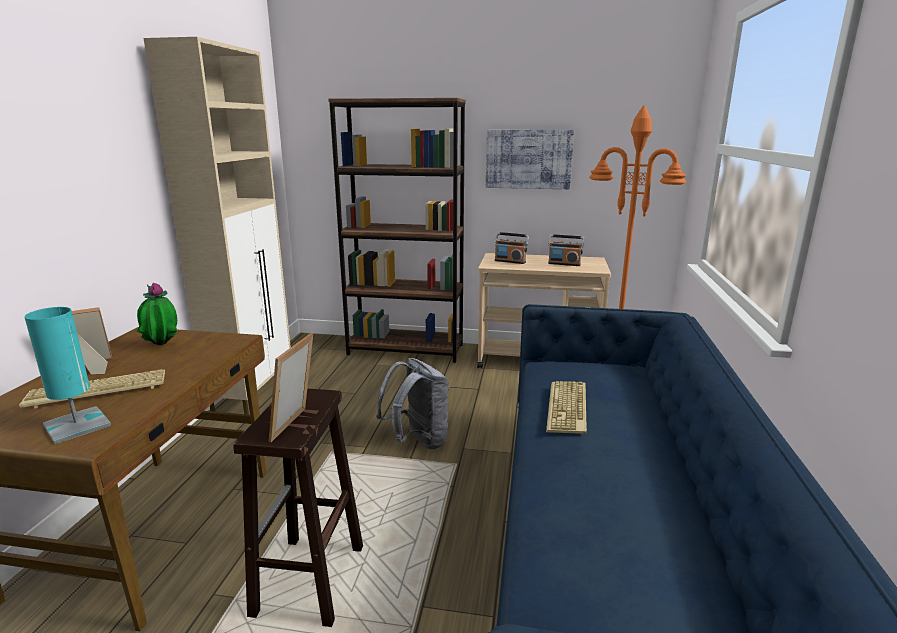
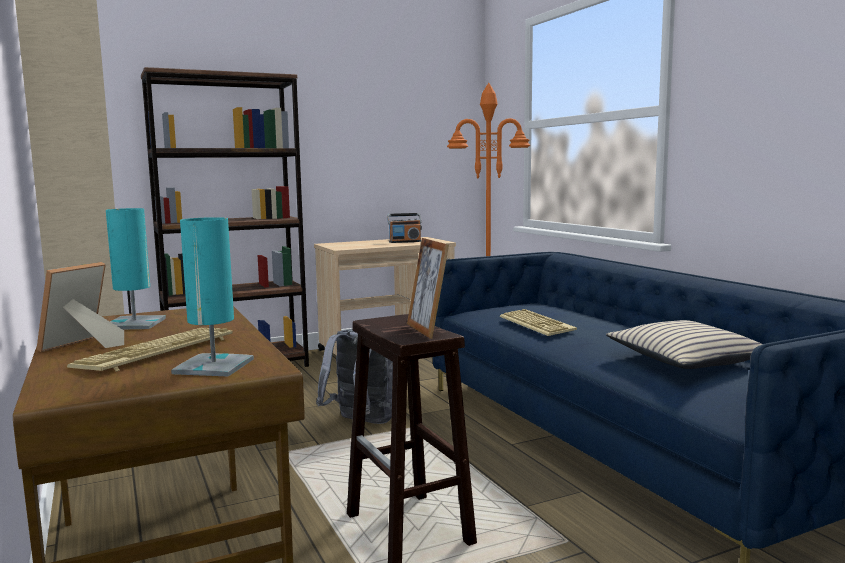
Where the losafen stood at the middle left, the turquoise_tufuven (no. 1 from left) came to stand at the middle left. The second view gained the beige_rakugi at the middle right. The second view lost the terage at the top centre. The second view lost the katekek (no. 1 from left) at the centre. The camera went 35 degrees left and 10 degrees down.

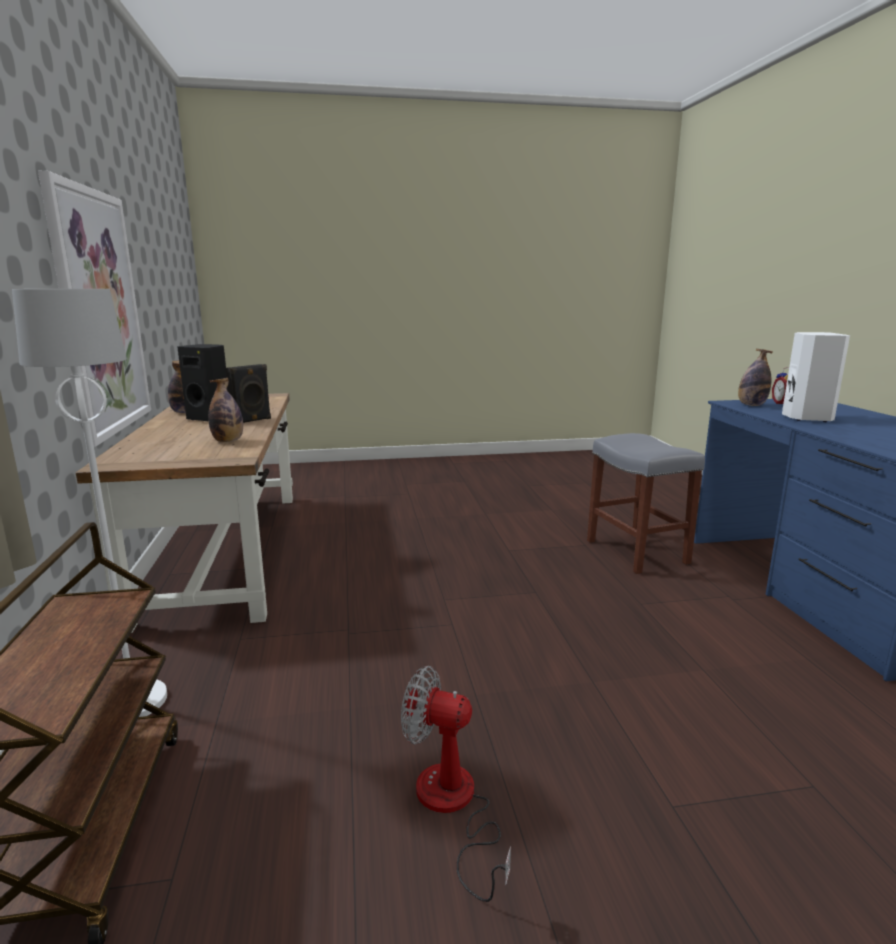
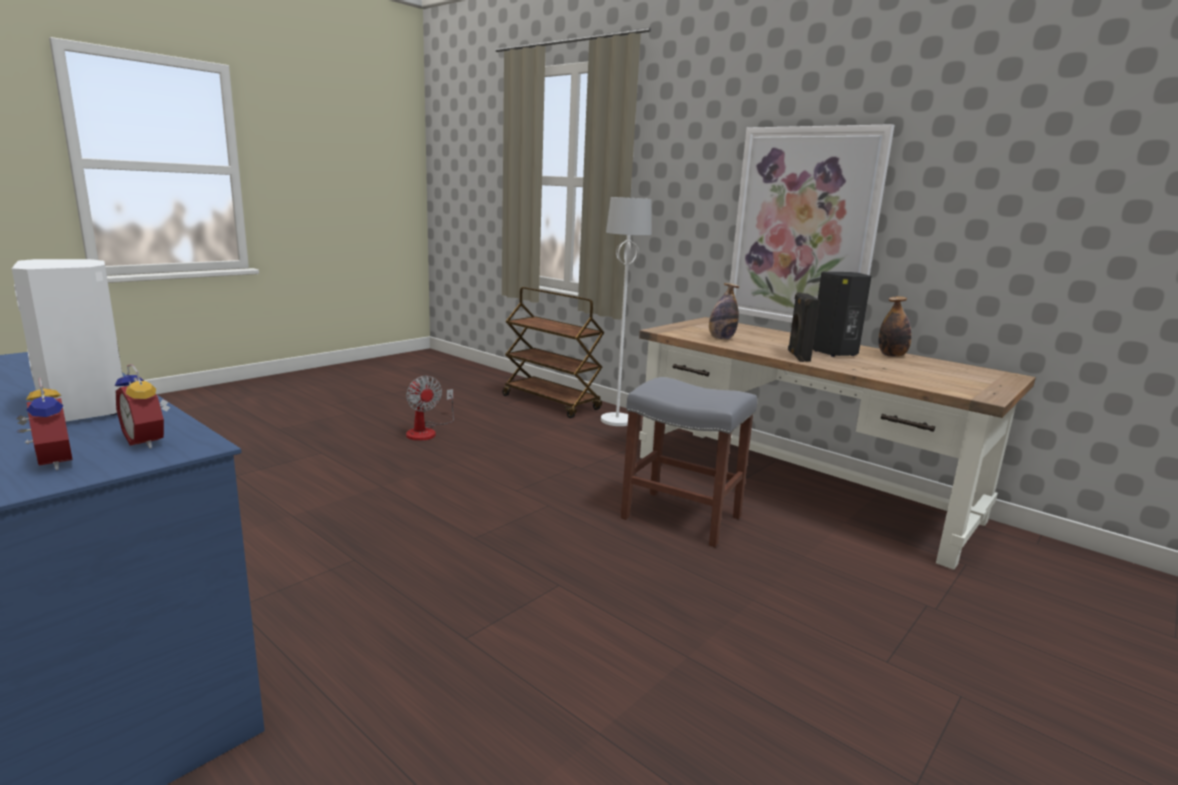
Where the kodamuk (no. 3 from left) stood at the middle right, the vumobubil (no. 2 from left) came to stand at the middle left. The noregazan at the bottom centre ended up facing another way, 75 degrees clockwise from before. The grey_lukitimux ended up elsewhere, having gone from the middle right to the centre. The camera went 140 degrees right and 0 degrees up.

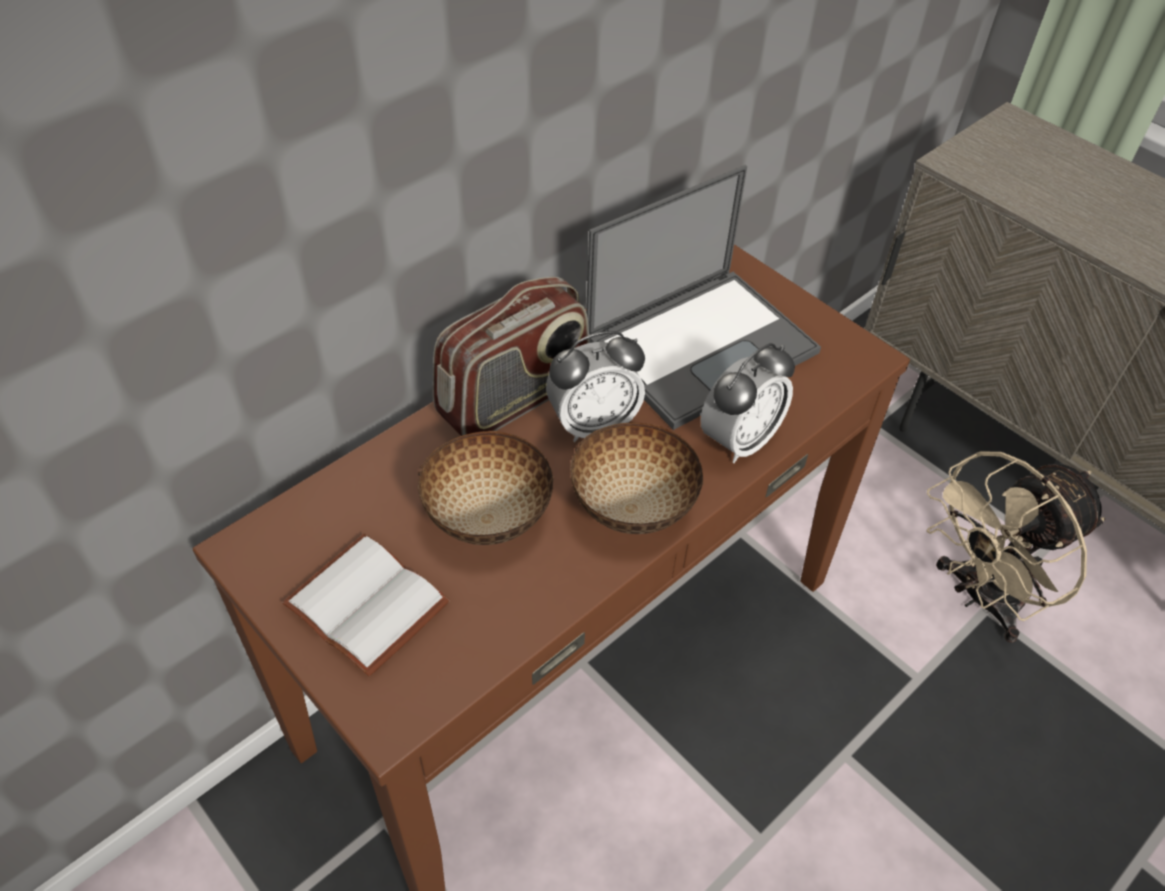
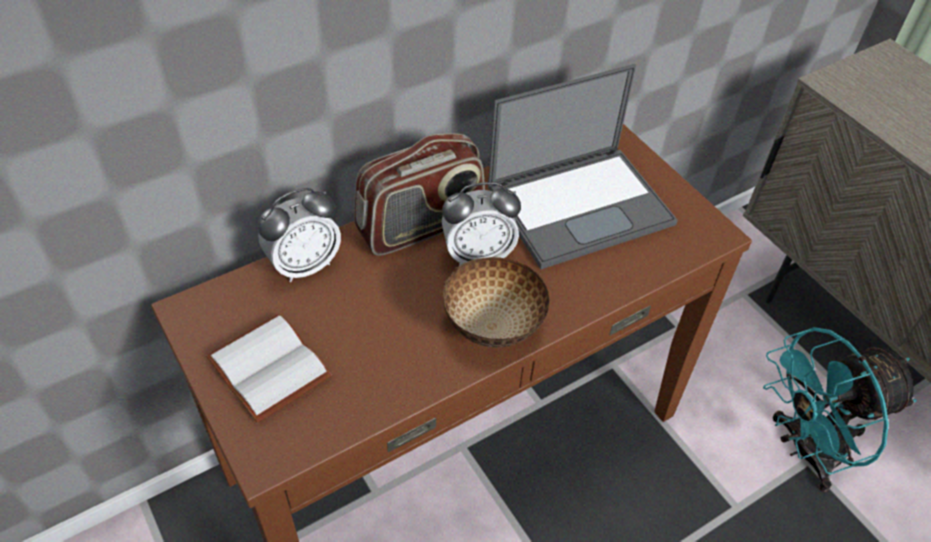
The vumobubil (no. 2 from left in the first image) ended up elsewhere, having gone from the centre to the middle left. What was the beige_noregazan at the middle right turned into the turquoise_noregazan at the bottom right. The second view lost the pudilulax (no. 1 from left) at the centre. The camera went 10 degrees right and 0 degrees up.

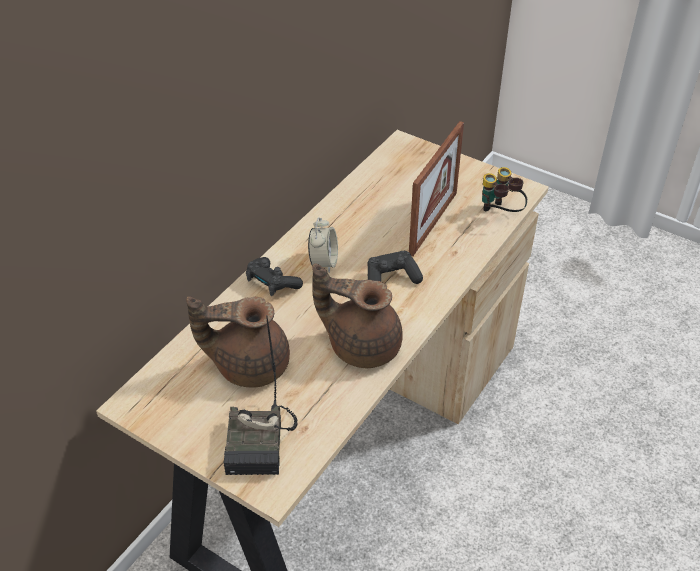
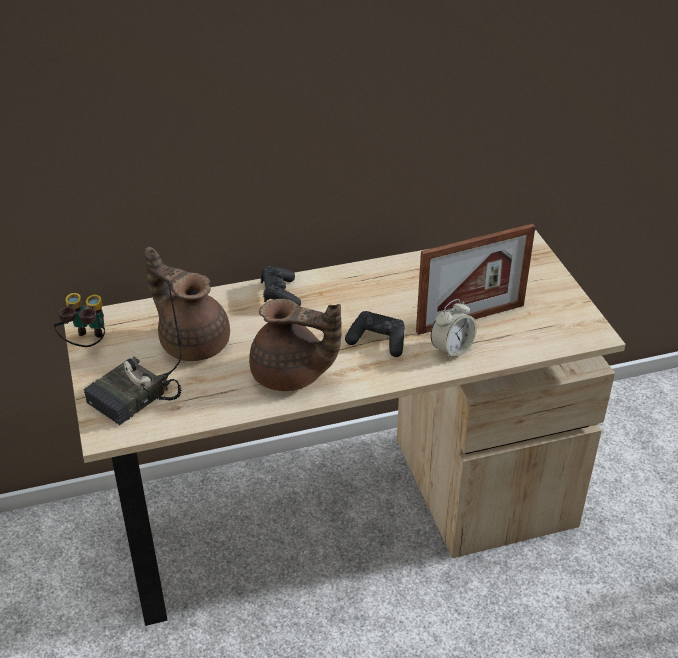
The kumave ended up elsewhere, having gone from the top right to the middle left. The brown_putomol (no. 2 from left) at the centre ended up facing another way, 135 degrees clockwise from before. The vumobubil ended up elsewhere, having gone from the centre to the middle right. The camera went 40 degrees right and 5 degrees down.

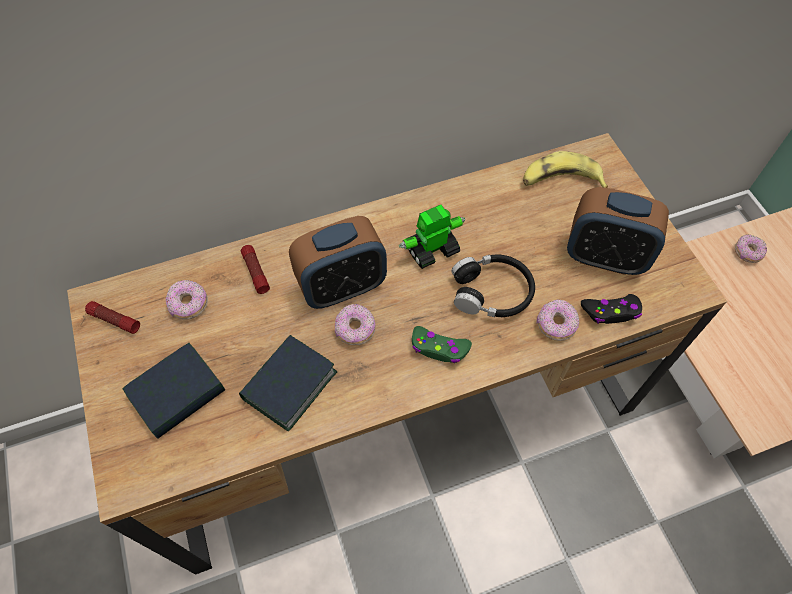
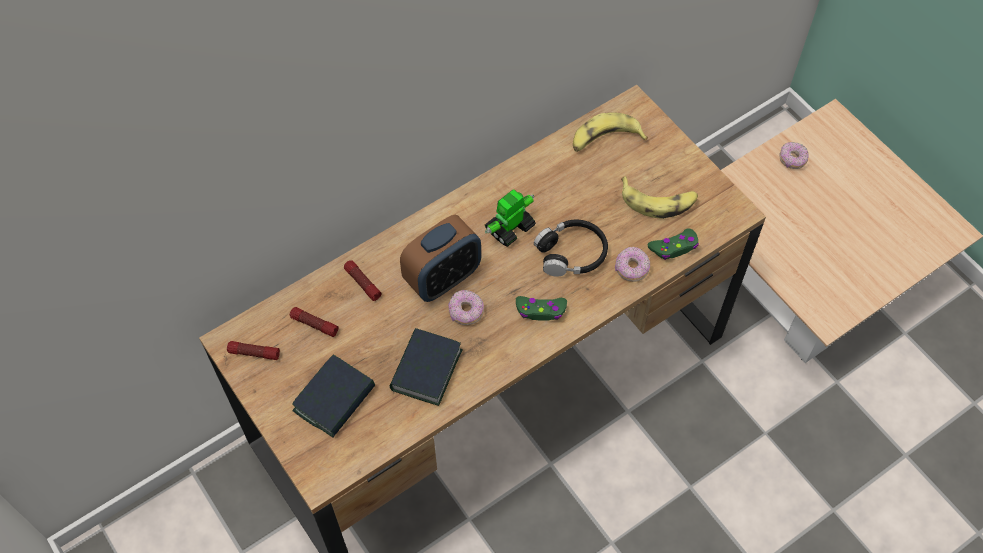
Where the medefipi (no. 1 from left) stood at the middle left, the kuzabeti (no. 2 from left) came to stand at the middle left. Where the vumobubil (no. 2 from left) stood at the middle right, the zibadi (no. 2 from left) came to stand at the middle right. What was the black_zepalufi at the middle right turned into the green_zepalufi (no. 2 from left) at the middle right. The camera went 15 degrees left and 0 degrees up.

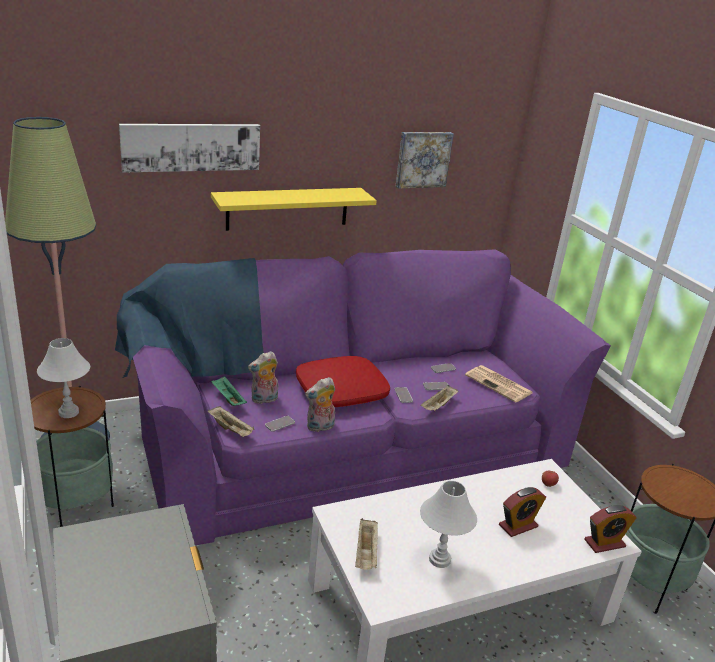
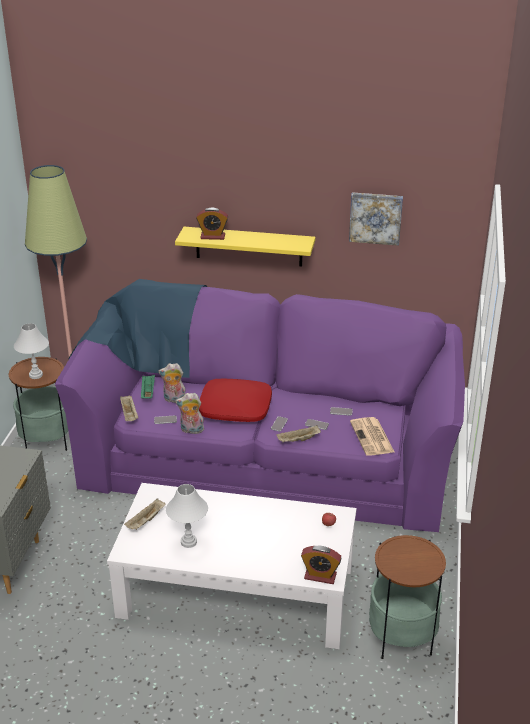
The vumobubil (no. 1 from left) ended up elsewhere, having gone from the bottom right to the top centre. The second view lost the terage (no. 1 from left) at the top left. The camera went 35 degrees right and 5 degrees up.

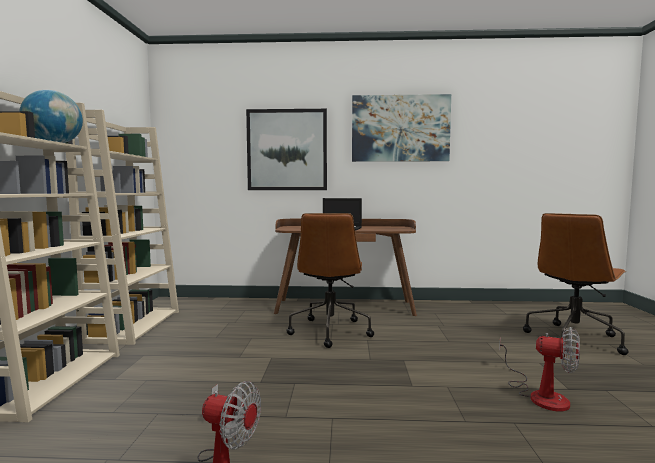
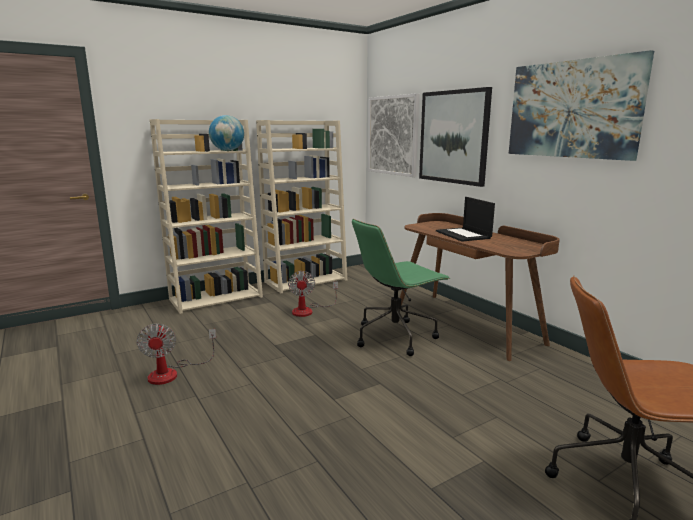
The noregazan (no. 2 from left) ended up elsewhere, having gone from the bottom right to the centre. What was the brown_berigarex (no. 1 from left) at the centre turned into the green_berigarex at the centre. The second view gained the terage (no. 1 from left) at the top centre. The camera went 55 degrees right and 10 degrees up.

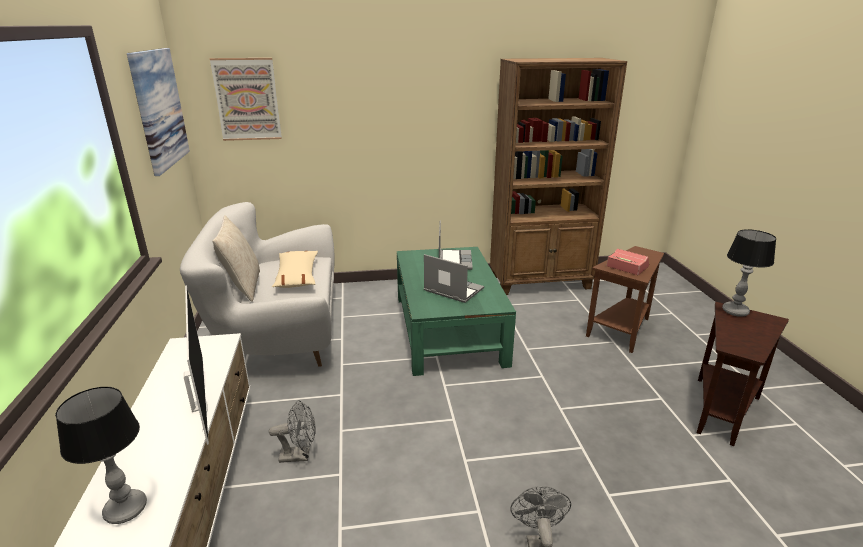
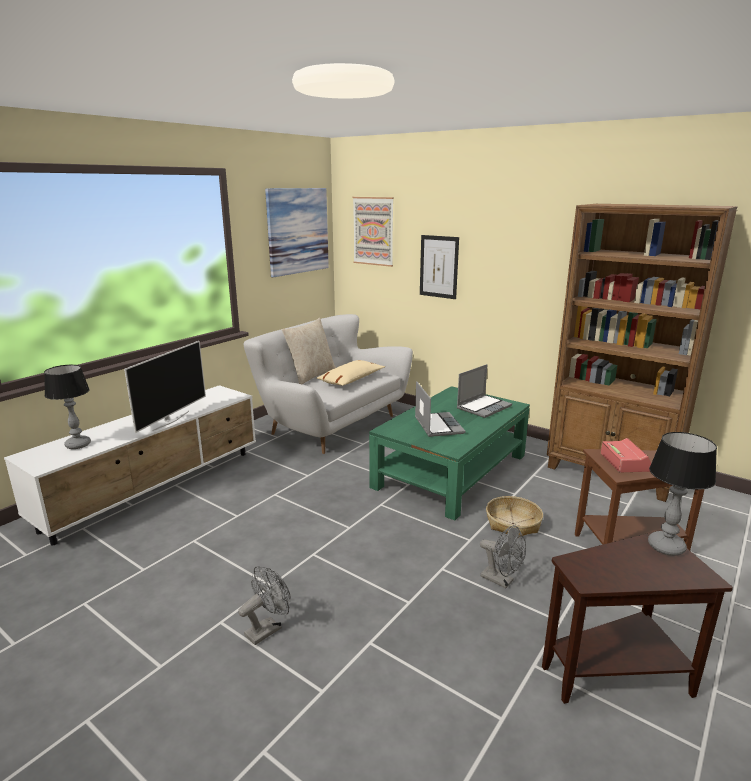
The second view gained the terage (no. 3 from left) at the centre. The grey_noregazan (no. 1 from left in the first image) ended up elsewhere, having gone from the bottom centre to the bottom right. The second view gained the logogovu at the middle right. The camera went 45 degrees right and 5 degrees down.

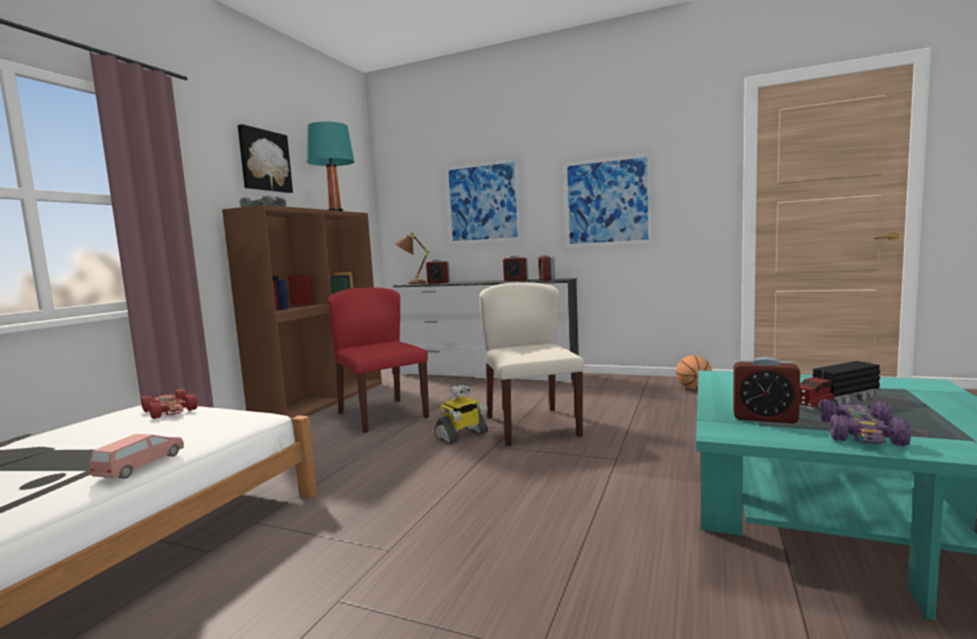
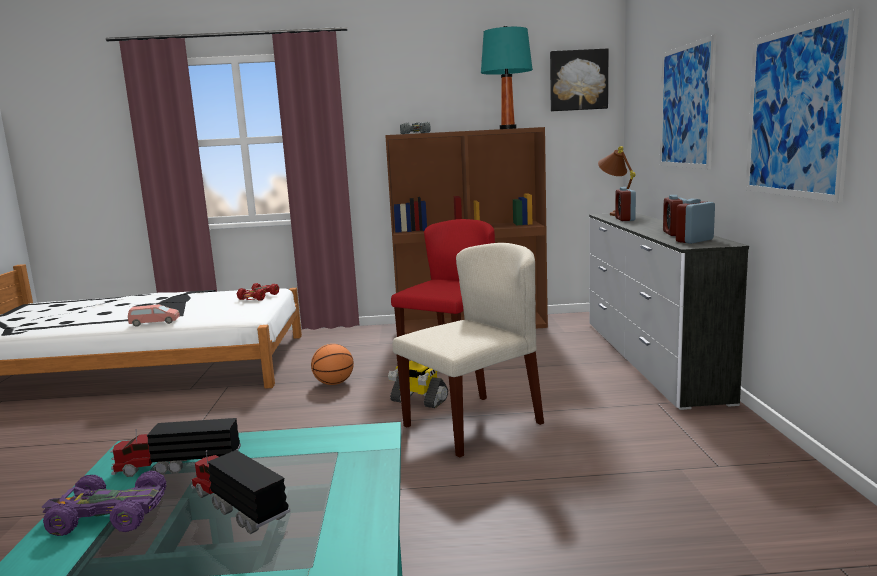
Where the vumobubil (no. 4 from left) stood at the middle right, the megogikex (no. 1 from left) came to stand at the bottom left. The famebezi ended up elsewhere, having gone from the middle right to the centre. The terage (no. 1 from left) ended up elsewhere, having gone from the top left to the top centre. The camera went 65 degrees right and 5 degrees up.

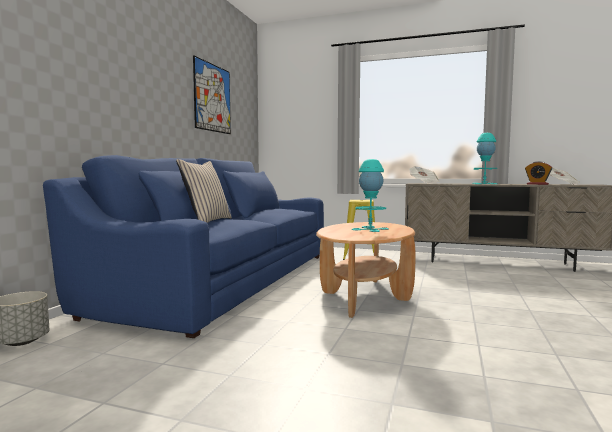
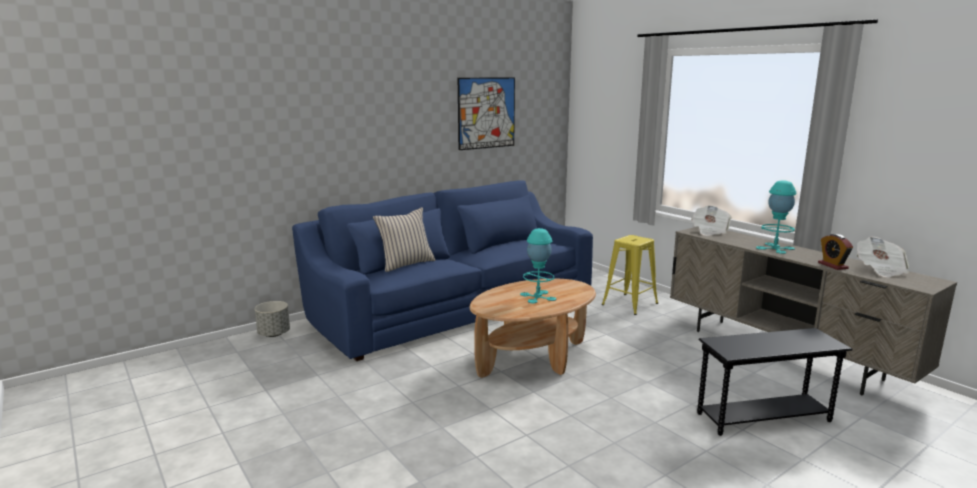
The second view gained the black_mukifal at the bottom right. The camera went 35 degrees right and 10 degrees up.

